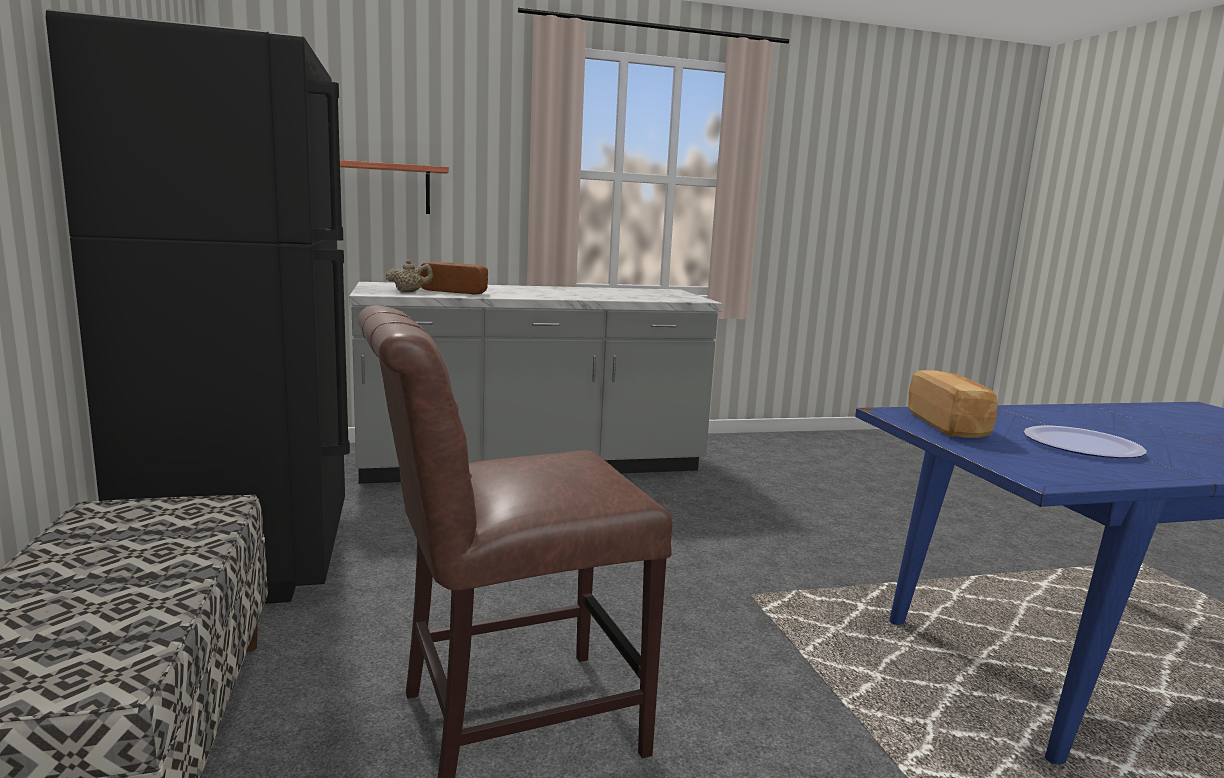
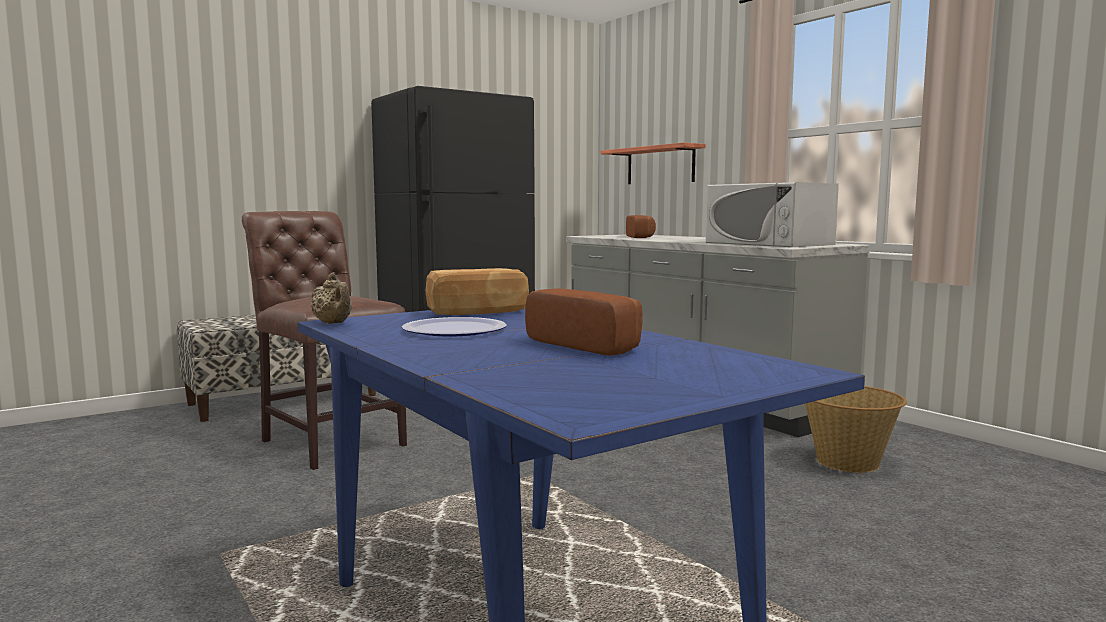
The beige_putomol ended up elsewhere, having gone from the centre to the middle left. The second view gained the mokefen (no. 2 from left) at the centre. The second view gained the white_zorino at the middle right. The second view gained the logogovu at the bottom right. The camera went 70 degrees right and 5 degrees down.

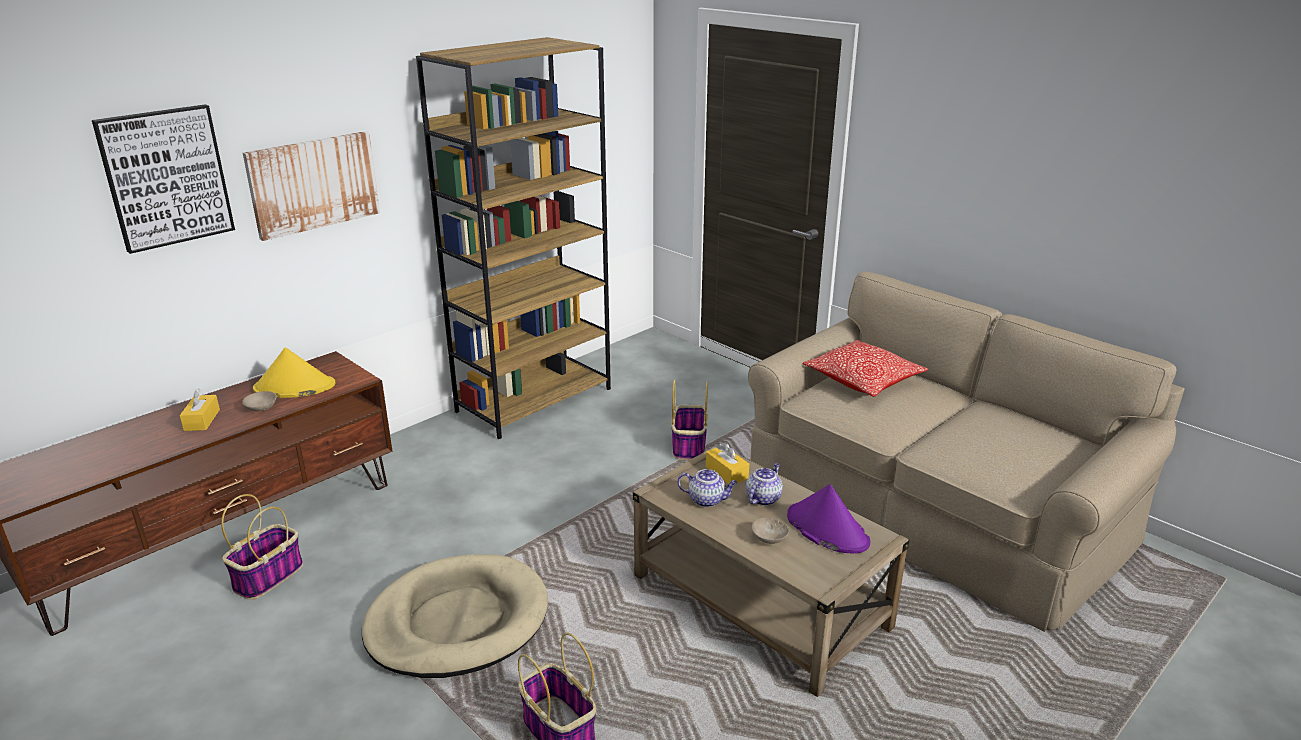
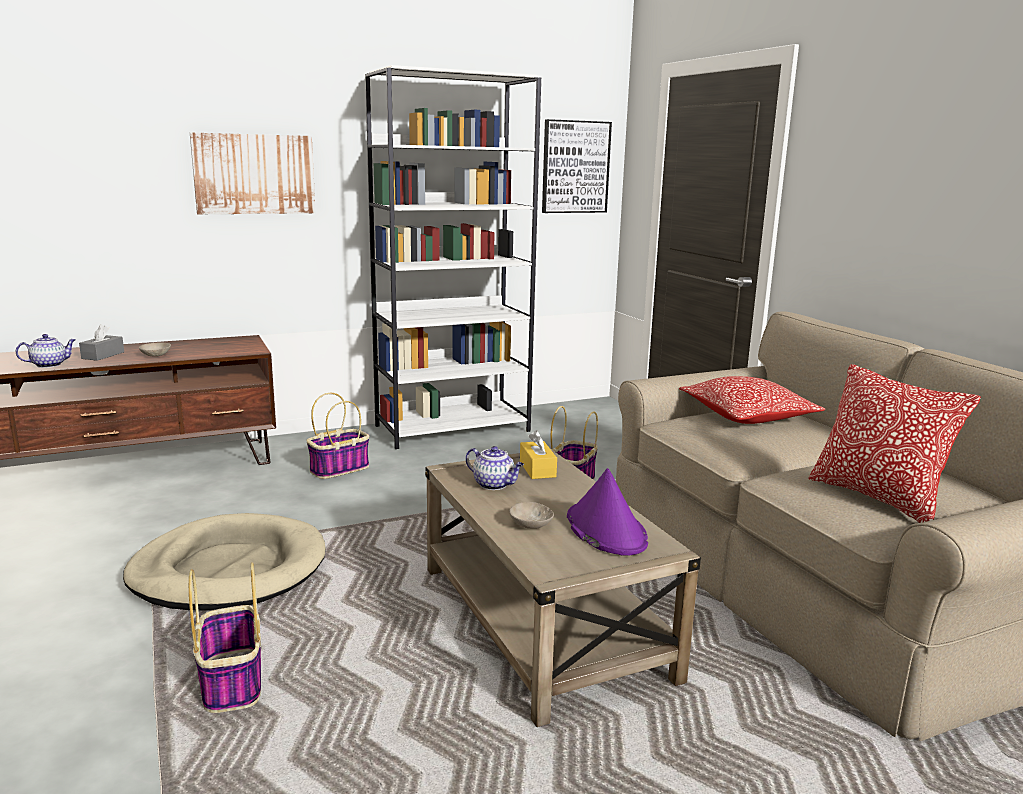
The putomol (no. 2 from left in the first image) ended up elsewhere, having gone from the centre to the middle left. What was the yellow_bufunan (no. 1 from left) at the middle left turned into the grey_bufunan at the middle left. The logogovu (no. 1 from left in the first image) ended up elsewhere, having gone from the bottom left to the middle left. What was the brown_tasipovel at the top centre turned into the white_tasipovel at the top centre. The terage (no. 1 from left in the first image) ended up elsewhere, having gone from the top left to the top centre. The second view gained the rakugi (no. 2 from left) at the middle right. The second view lost the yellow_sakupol at the middle left. The camera went 20 degrees right and 10 degrees down.

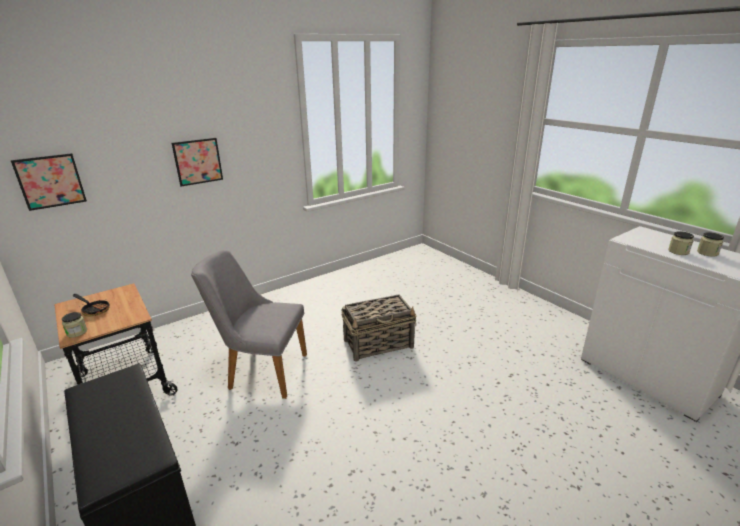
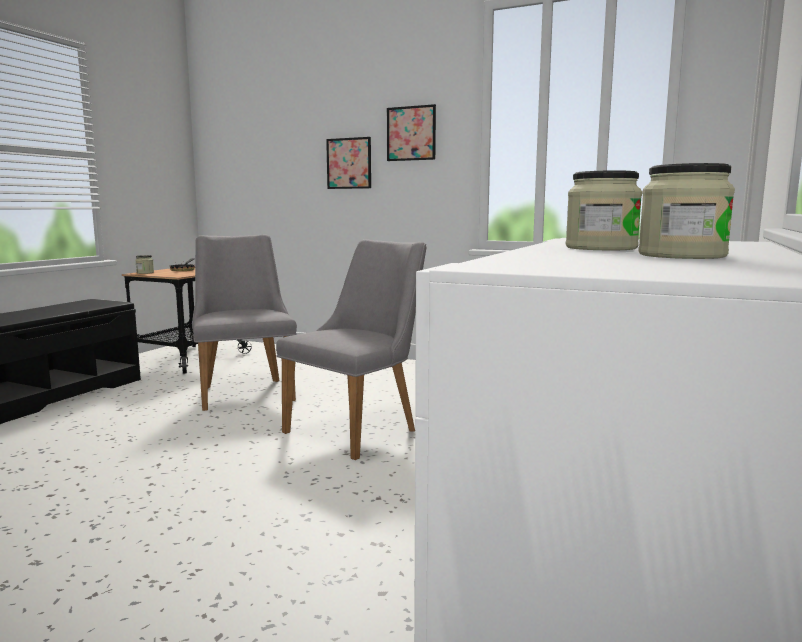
Where the logogovu stood at the centre, the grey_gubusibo (no. 2 from left) came to stand at the centre. The terage (no. 1 from left in the first image) ended up elsewhere, having gone from the middle left to the top centre. The camera went 60 degrees right and 15 degrees down.

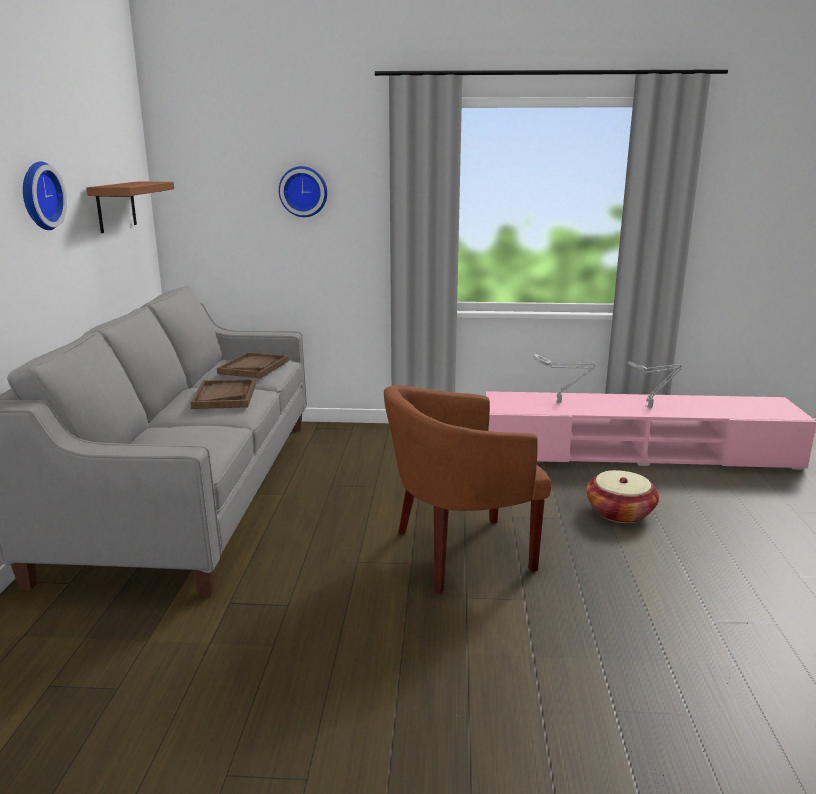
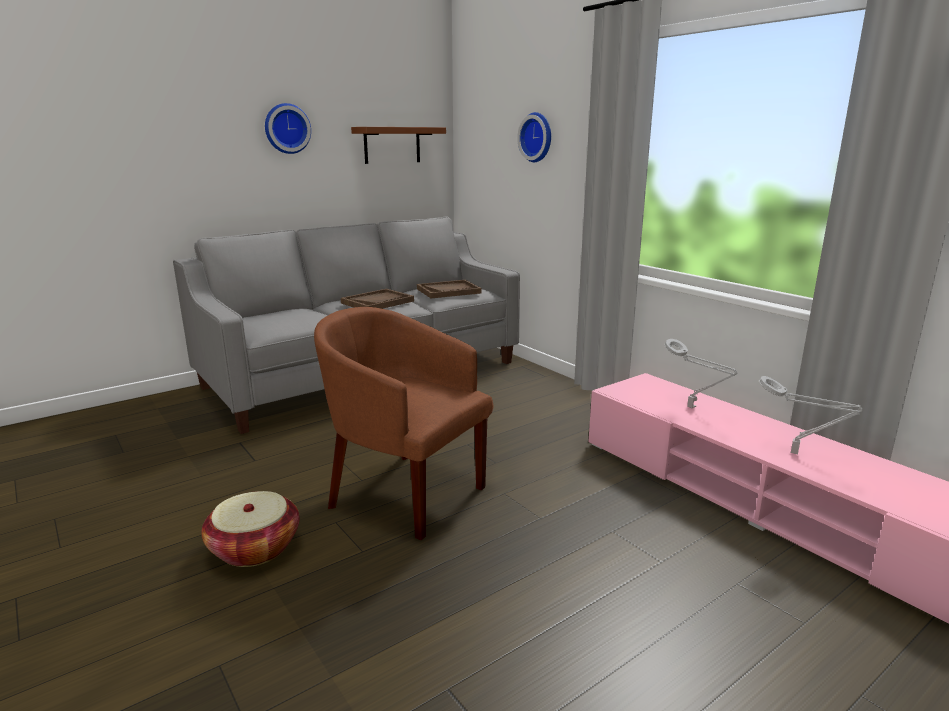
The logogovu ended up elsewhere, having gone from the middle right to the bottom left. The camera went 50 degrees right and 0 degrees up.

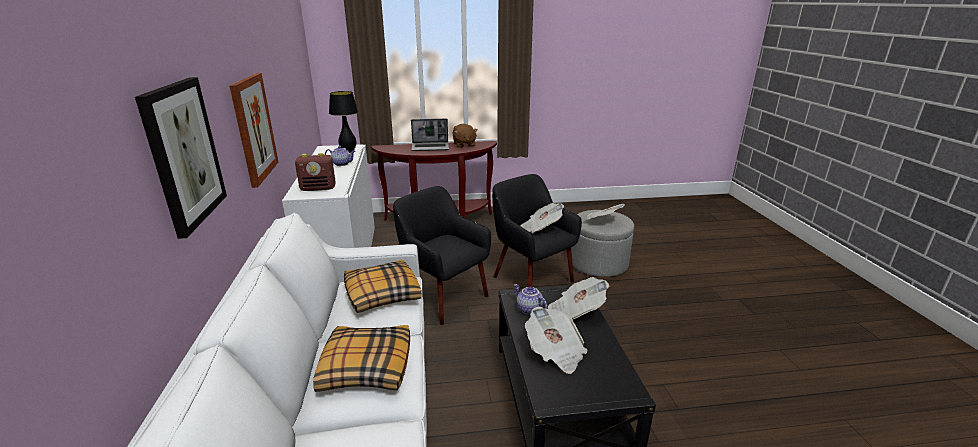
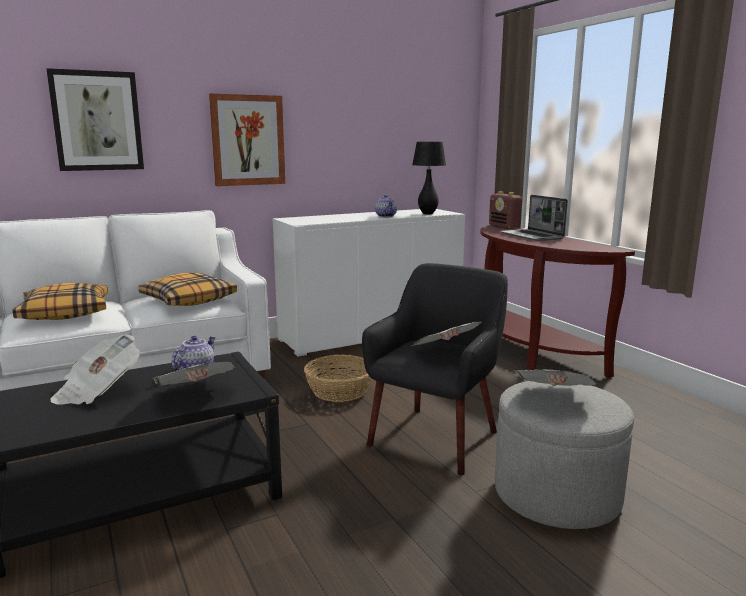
Where the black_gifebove (no. 1 from left) stood at the centre, the logogovu came to stand at the centre. The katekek ended up elsewhere, having gone from the middle left to the middle right. The second view lost the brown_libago at the top centre. The camera went 70 degrees right and 10 degrees down.

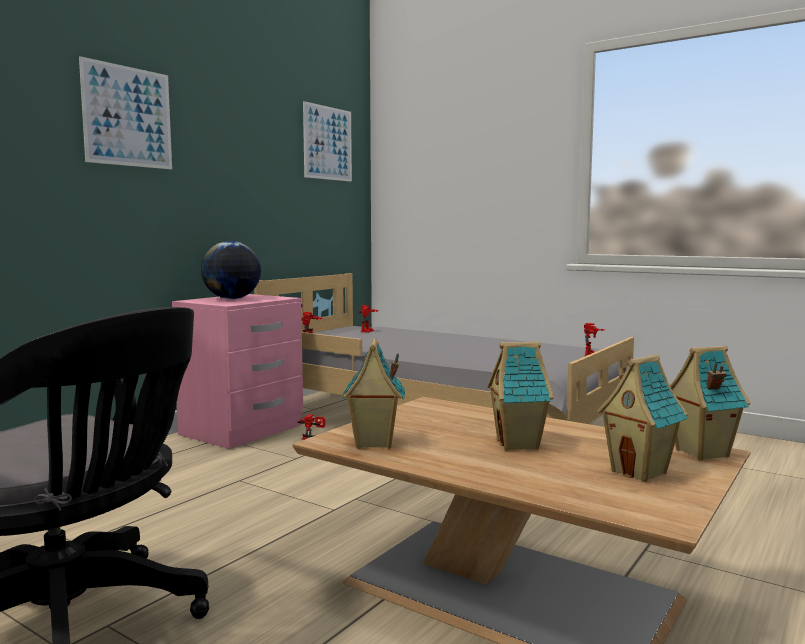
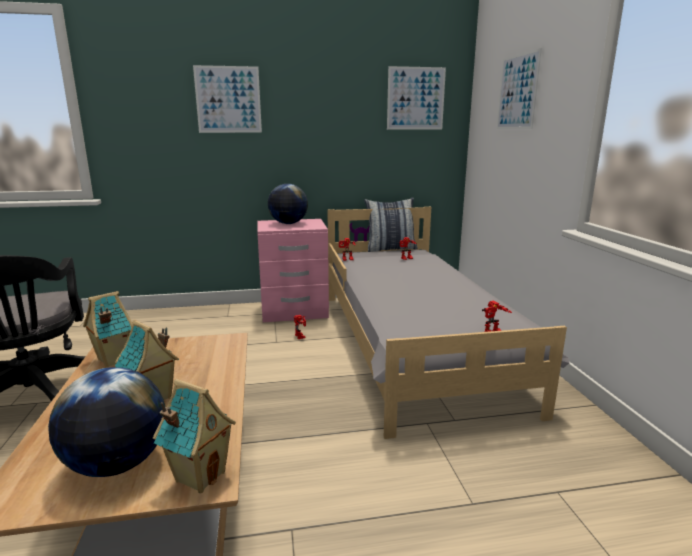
Where the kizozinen (no. 3 from left) stood at the middle right, the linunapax (no. 1 from left) came to stand at the bottom left. The second view gained the rakugi at the centre. The second view gained the terage (no. 3 from left) at the top right. The camera went 45 degrees right and 10 degrees up.

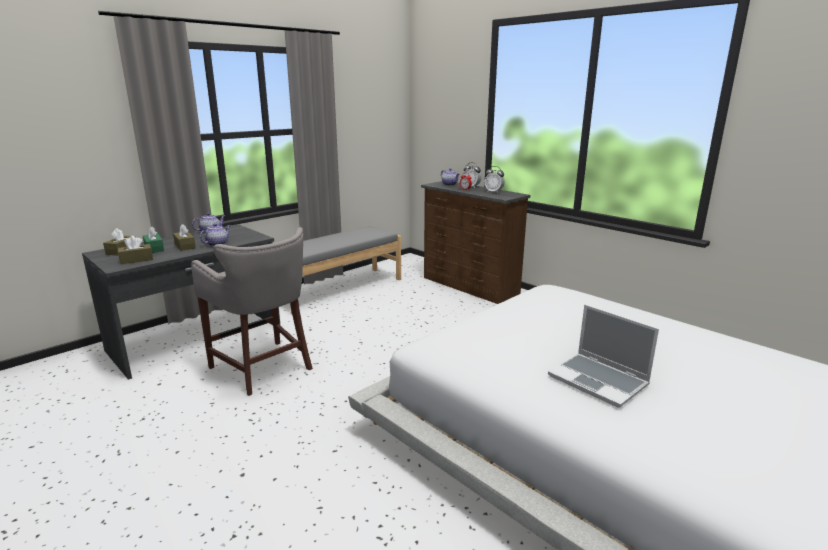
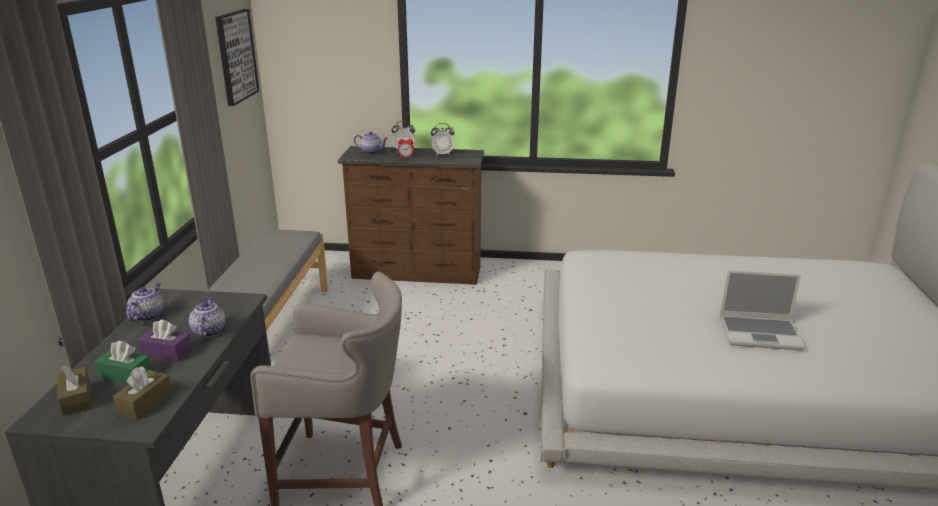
What was the brown_bufunan (no. 3 from left) at the middle left turned into the purple_bufunan at the bottom left. The second view gained the terage at the top left. The camera went 40 degrees left and 5 degrees up.

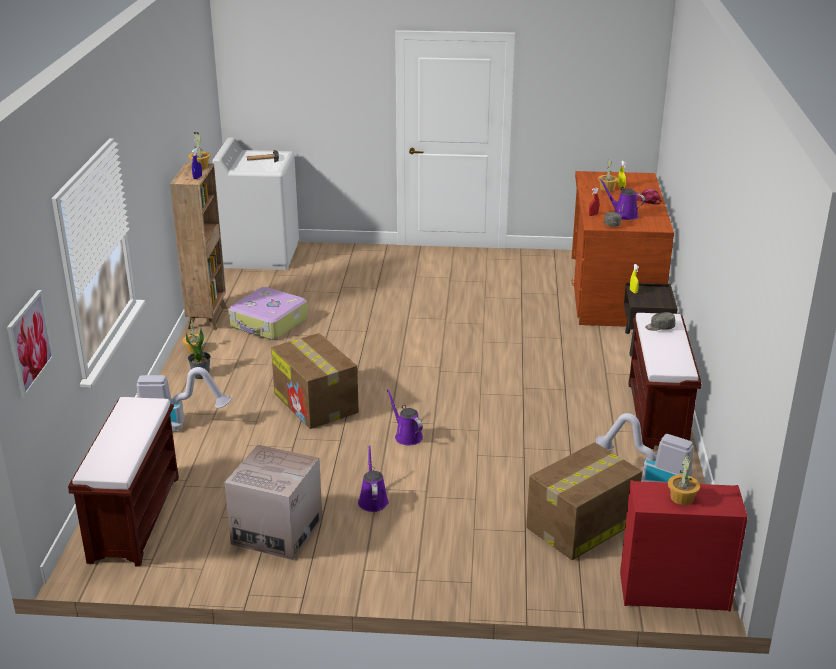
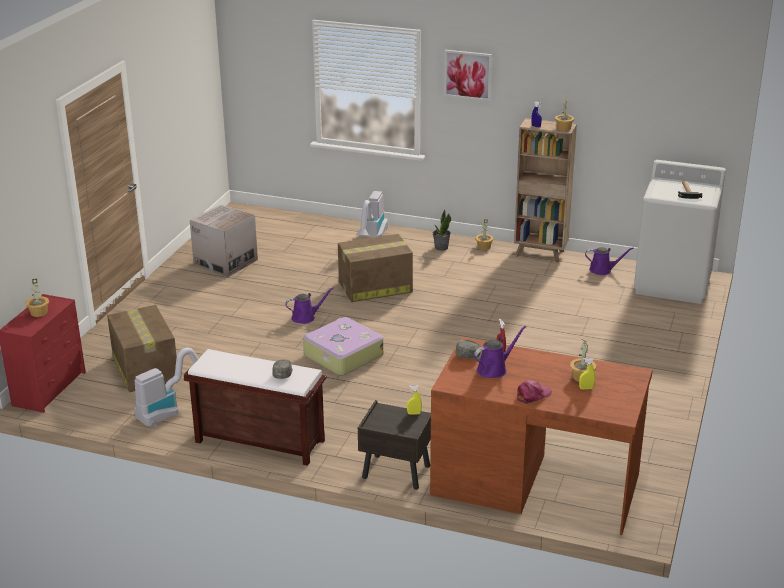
The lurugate ended up elsewhere, having gone from the middle left to the centre. The terage ended up elsewhere, having gone from the middle left to the top centre. The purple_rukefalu (no. 1 from left in the first image) ended up elsewhere, having gone from the bottom centre to the middle right. The second view lost the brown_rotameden (no. 1 from left) at the bottom left. The camera went 105 degrees right and 0 degrees up.

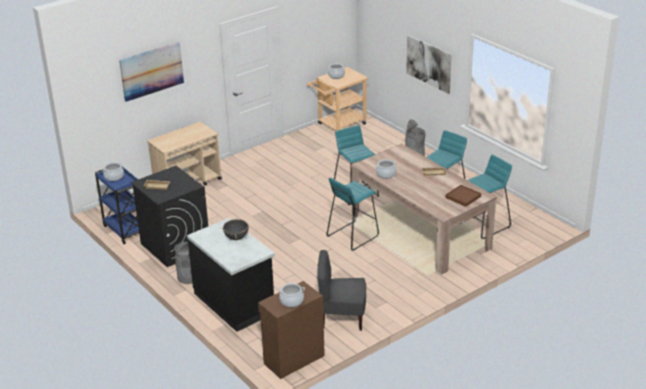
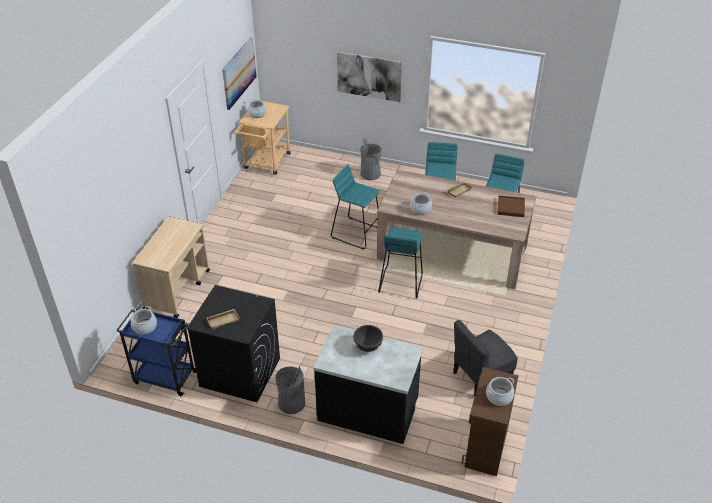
The terage (no. 1 from left) ended up elsewhere, having gone from the top left to the top centre. The camera went 35 degrees left and 10 degrees up.

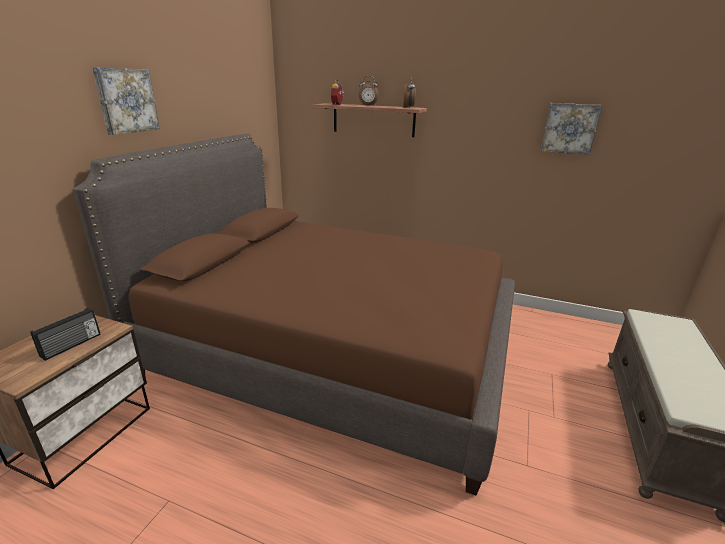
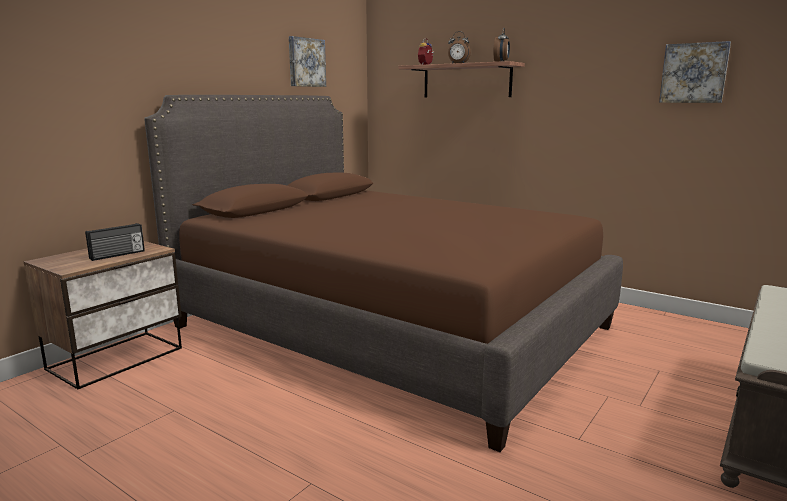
The terage (no. 1 from left) ended up elsewhere, having gone from the top left to the top centre. The camera went 15 degrees right and 10 degrees down.

